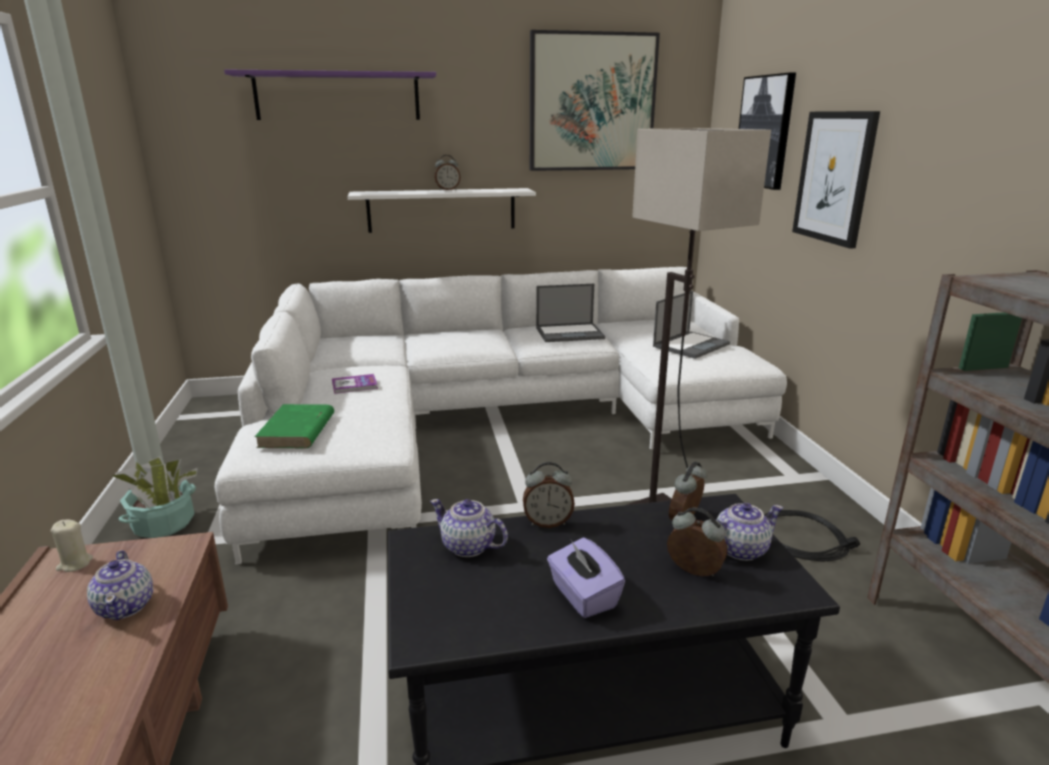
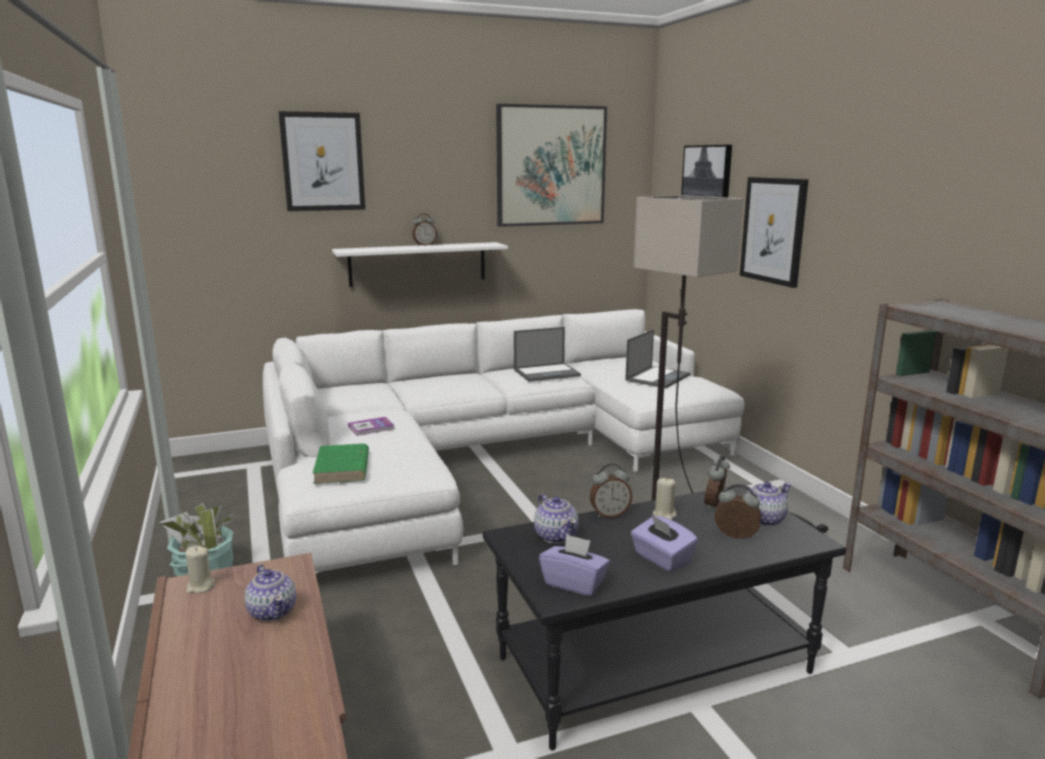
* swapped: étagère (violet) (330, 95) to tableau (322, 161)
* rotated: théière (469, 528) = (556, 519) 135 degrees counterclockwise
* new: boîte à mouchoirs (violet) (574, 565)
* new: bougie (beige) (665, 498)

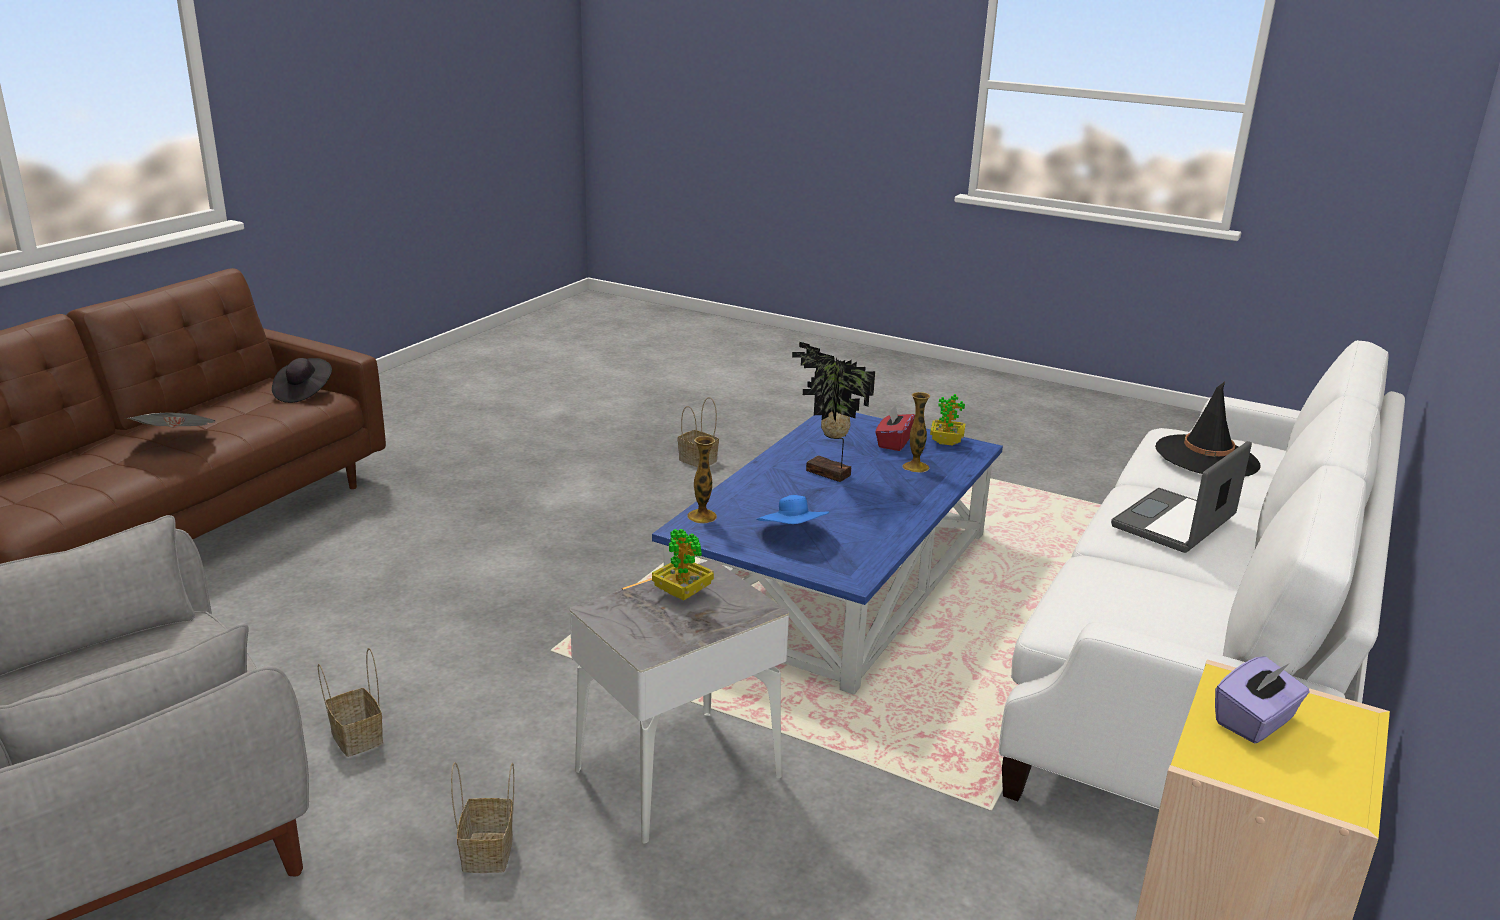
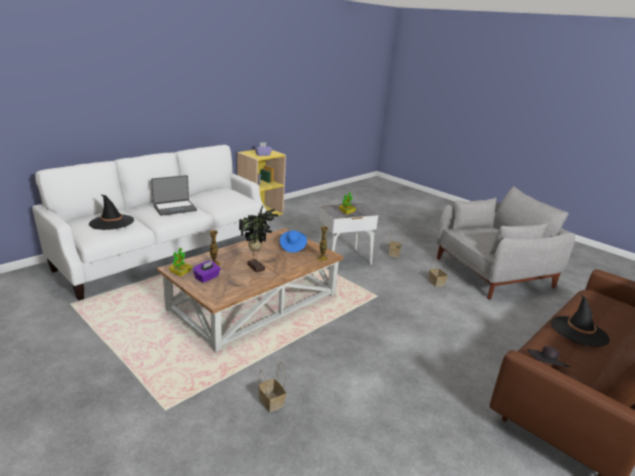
* repainted: table basse (bleu) (827, 554) to table basse (marron) (250, 290)
* repainted: boîte à mouchoirs (rouge) (895, 428) to boîte à mouchoirs (violet) (207, 272)
* swapped: journal (170, 420) to chapeau (noir) (580, 320)

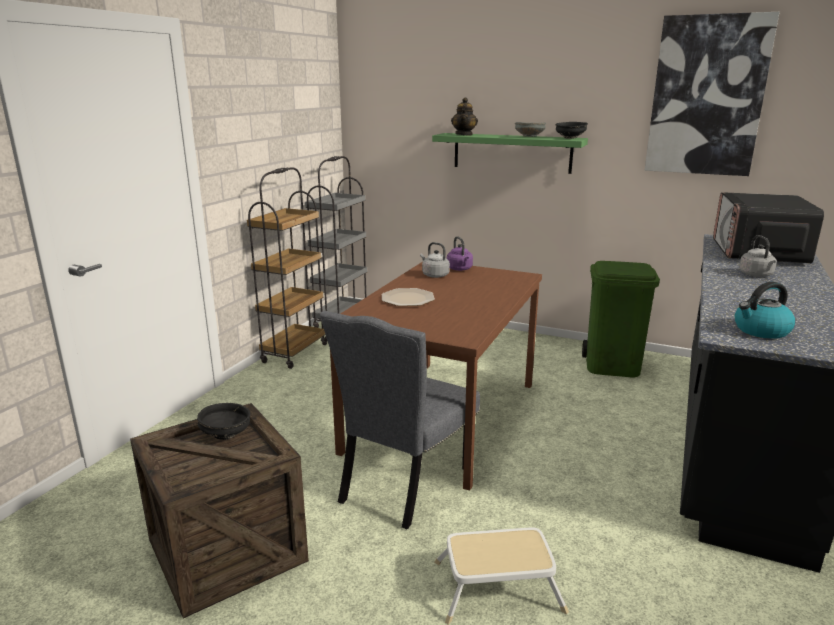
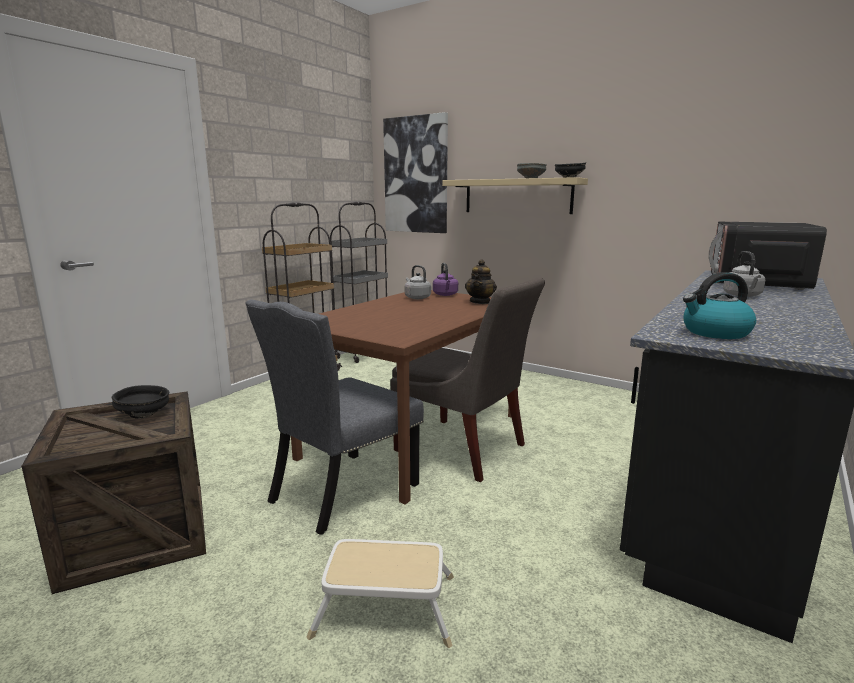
* shifted: tableau (712, 94) to (415, 172)
* new: chaise (gris) (468, 379)
* repainted: étagère (vert) (510, 153) to étagère (beige) (515, 195)
* shifted: théière (464, 116) to (481, 281)
* gone: assiette (408, 297)
* gone: poubelle (vert) (621, 319)

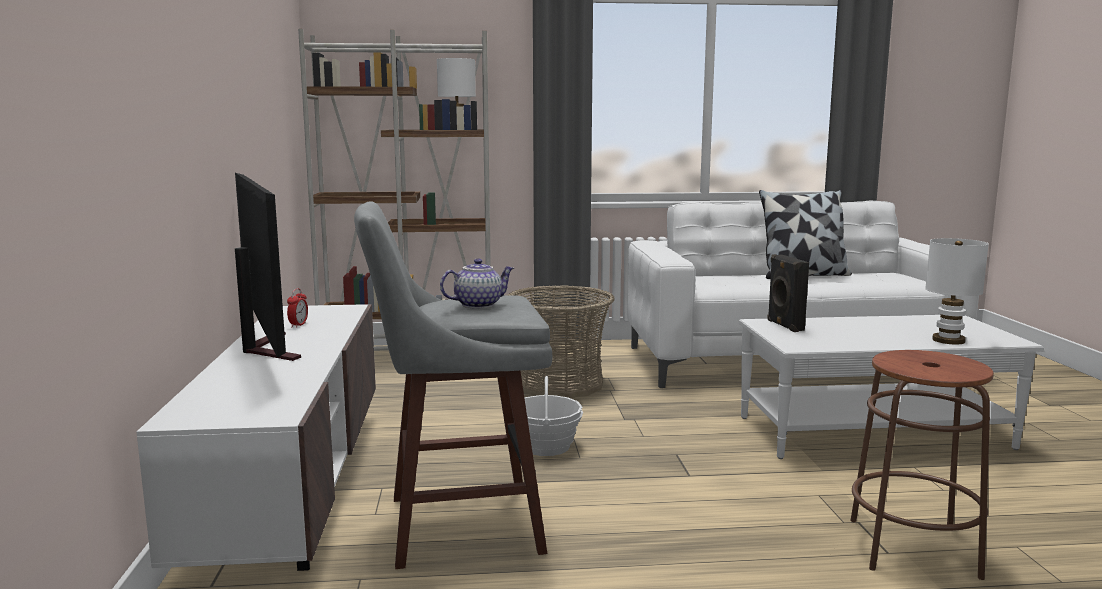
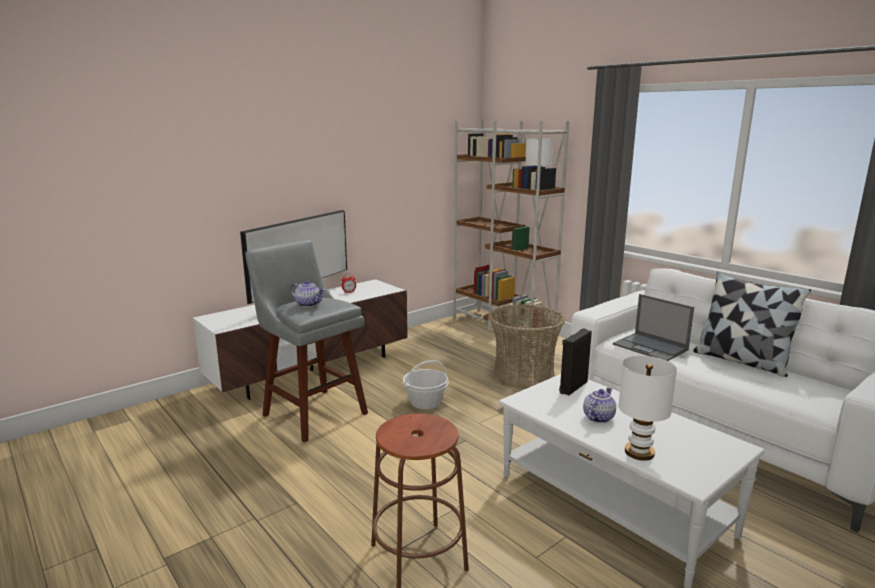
* new: théière (599, 405)
* new: ordinateur portable (653, 327)

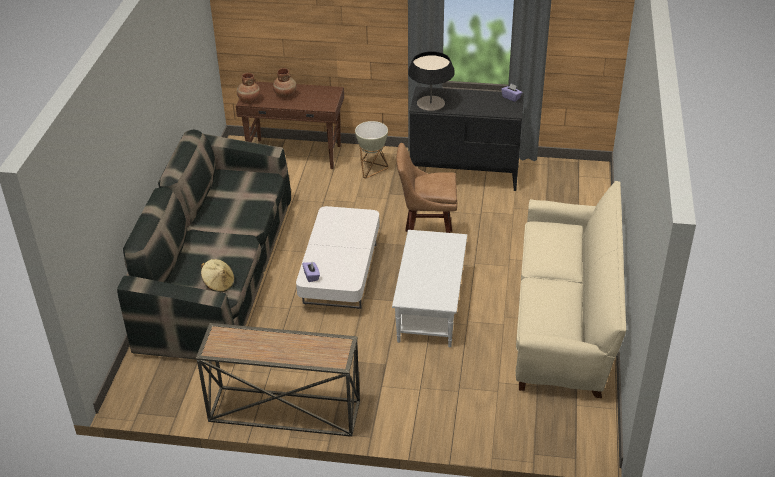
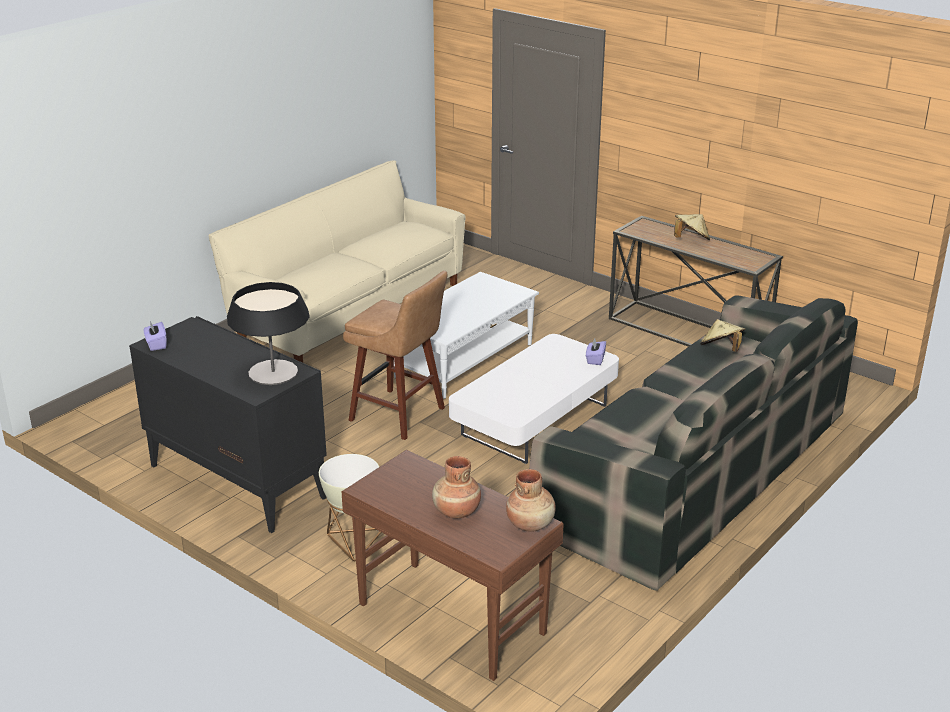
* new: chapeau (beige) (692, 227)

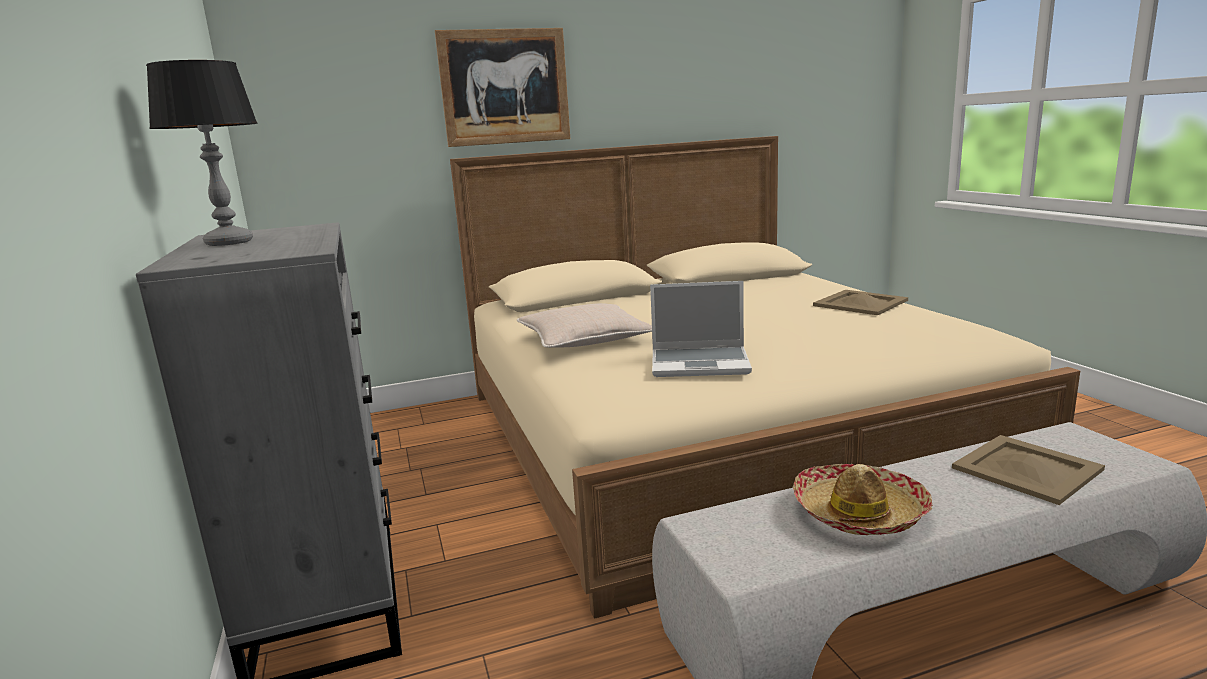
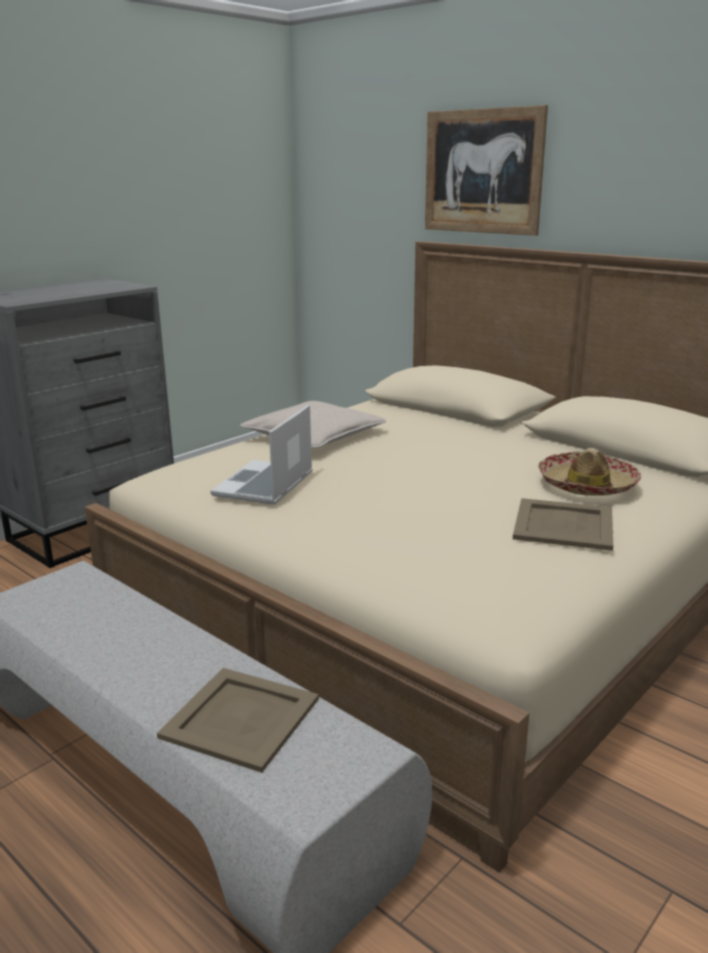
* rotated: ordinateur portable (701, 329) = (261, 455) 45 degrees clockwise
* shifted: chapeau (863, 499) to (589, 472)
* gone: lampe de table (202, 153)

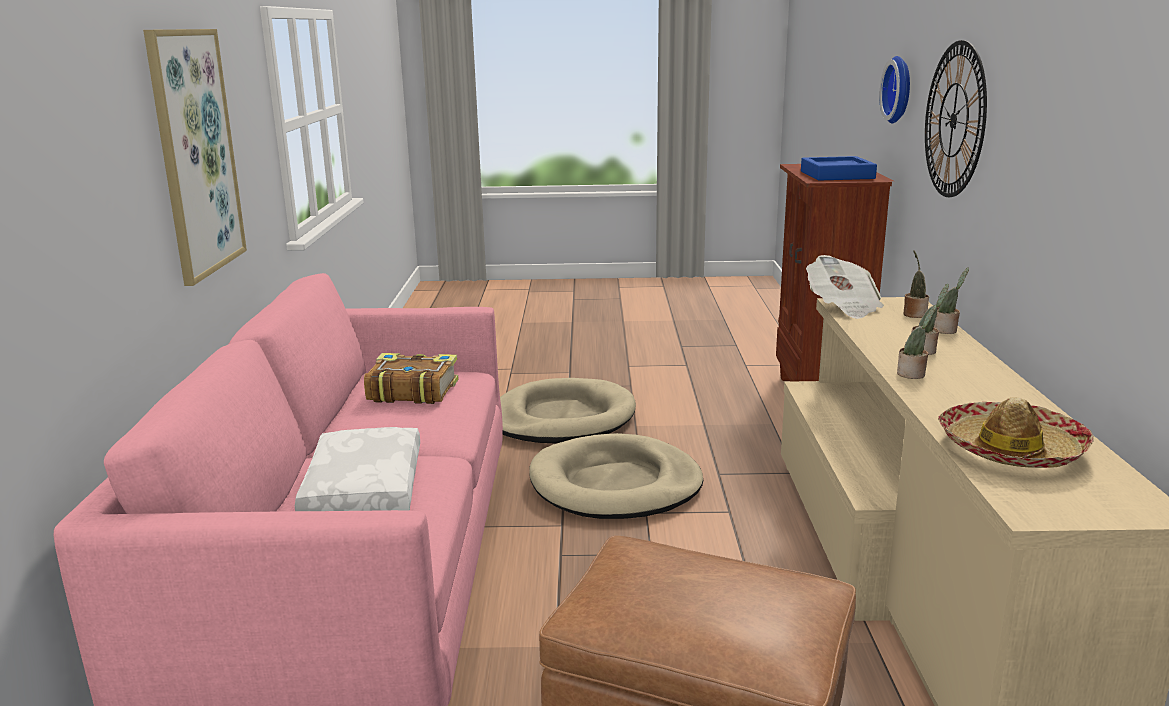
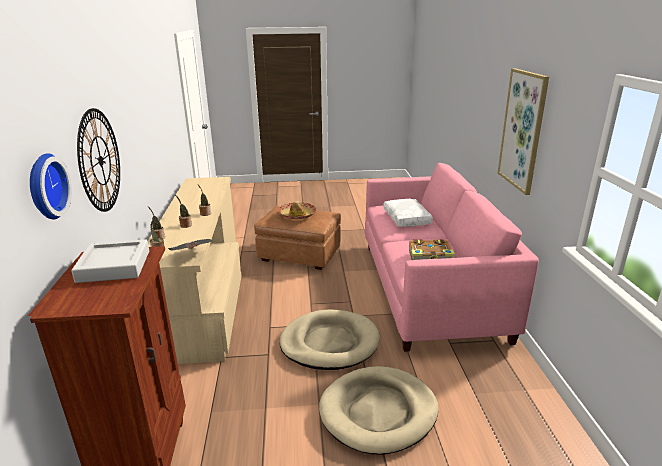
* repainted: plateau (bleu) (839, 168) to plateau (gris) (110, 261)
* shifted: chapeau (1016, 433) to (297, 210)

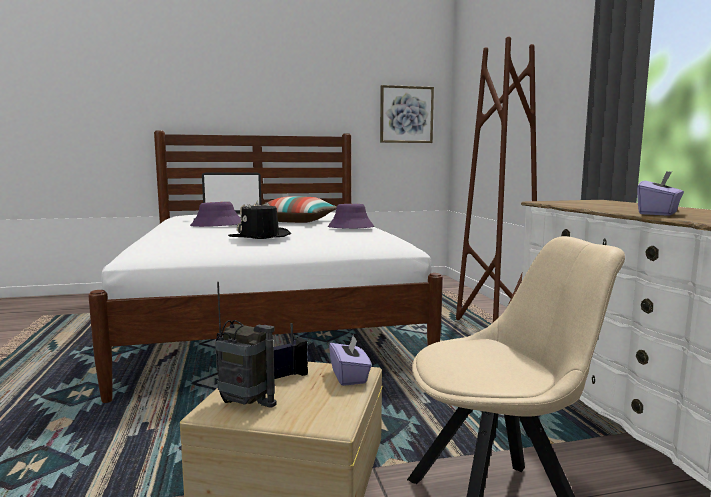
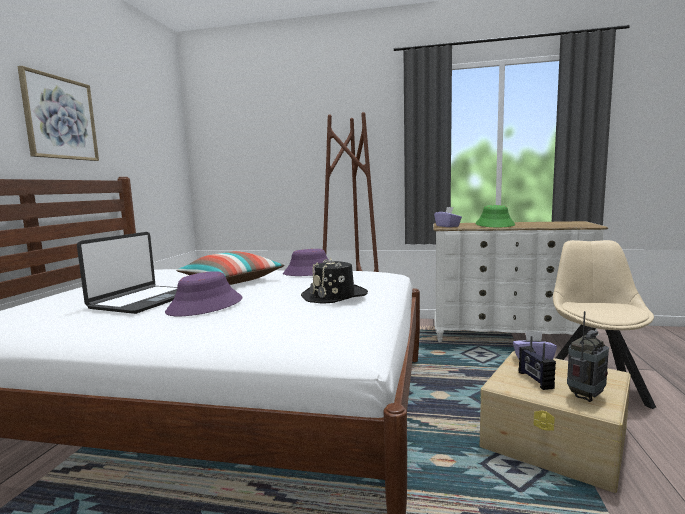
* shifted: tableau (407, 114) to (58, 113)
* shifted: boîte à mouchoirs (violet) (660, 193) to (448, 217)
* new: chapeau (vert) (495, 216)

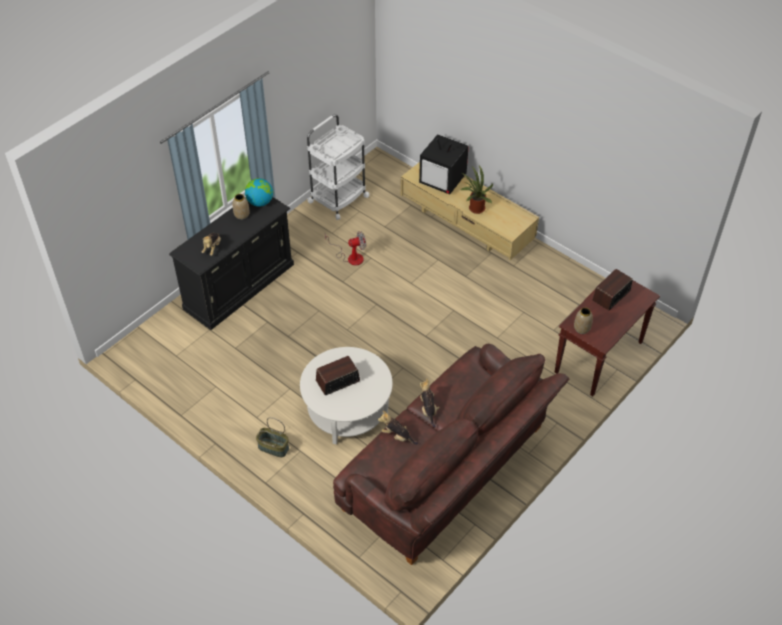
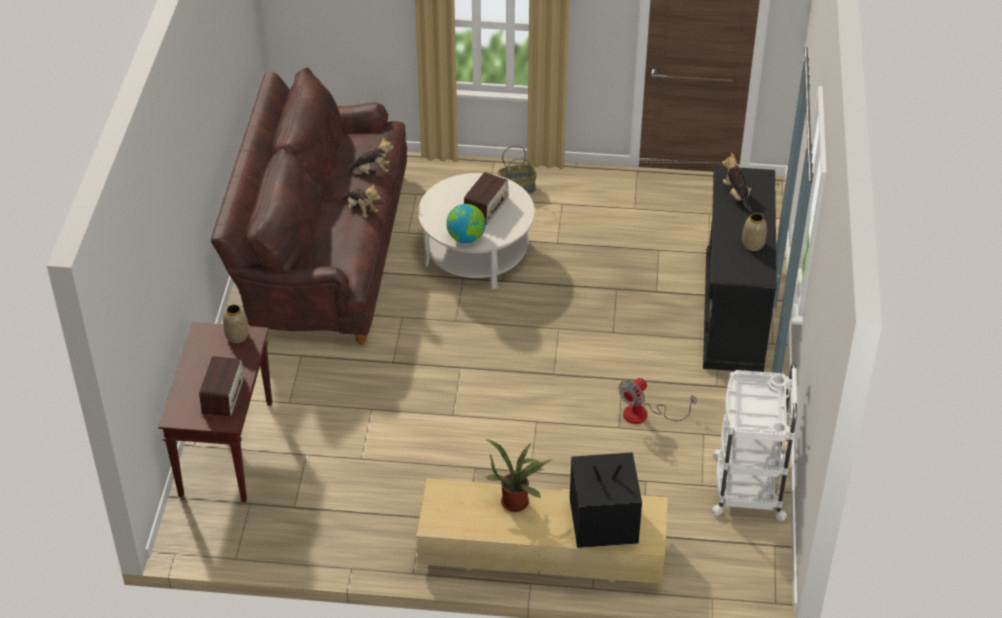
* shifted: globe (259, 192) to (466, 223)

